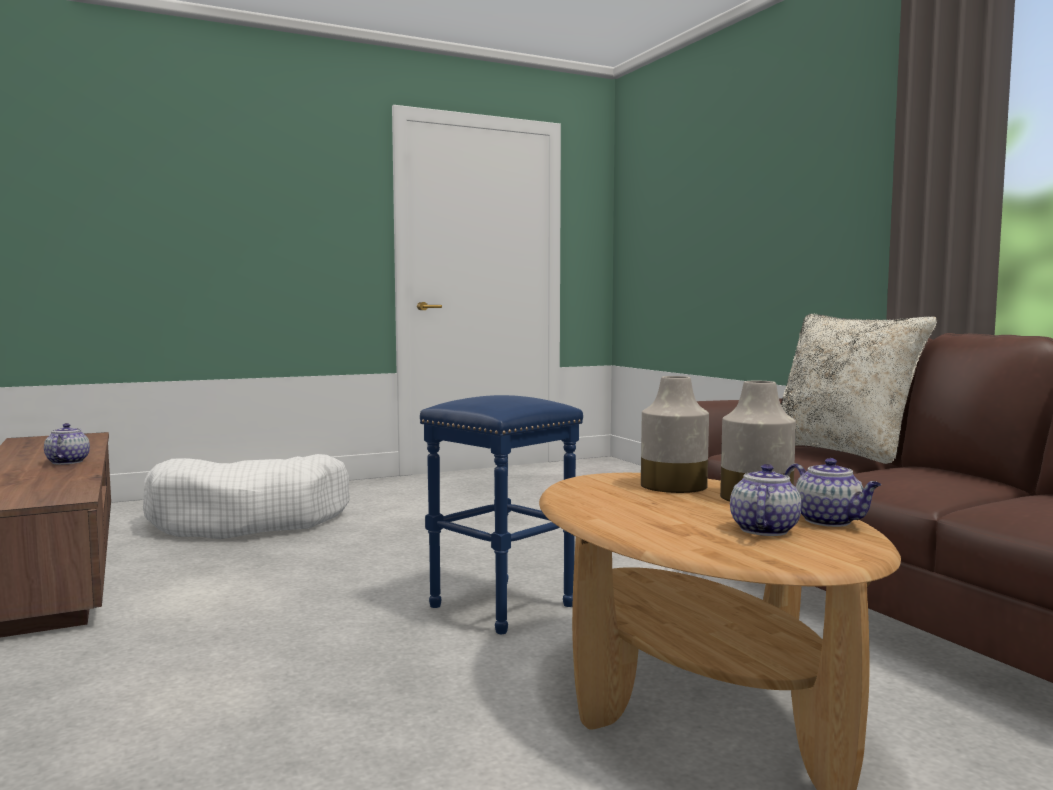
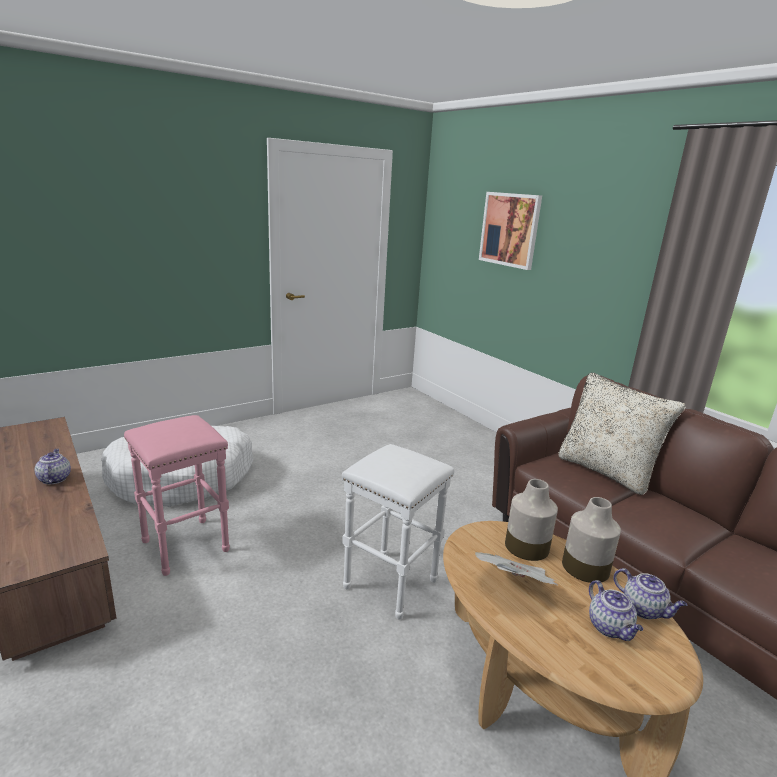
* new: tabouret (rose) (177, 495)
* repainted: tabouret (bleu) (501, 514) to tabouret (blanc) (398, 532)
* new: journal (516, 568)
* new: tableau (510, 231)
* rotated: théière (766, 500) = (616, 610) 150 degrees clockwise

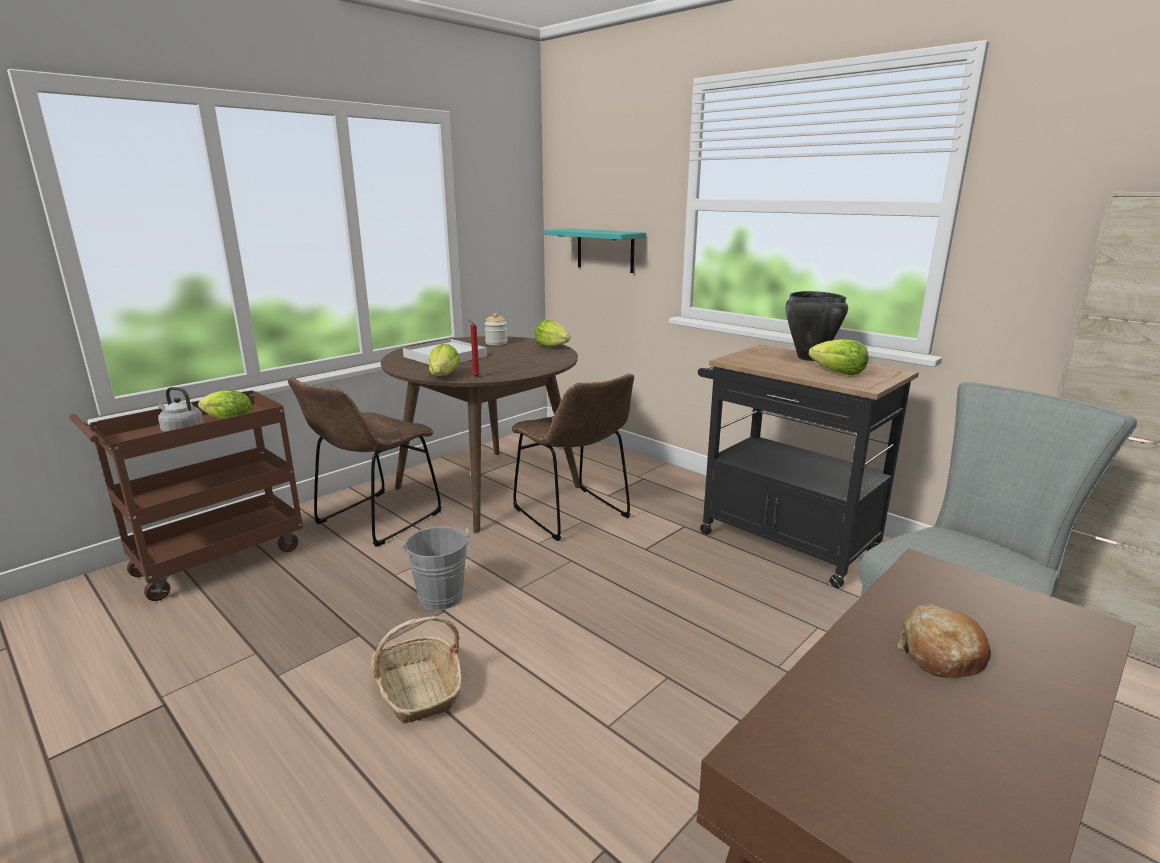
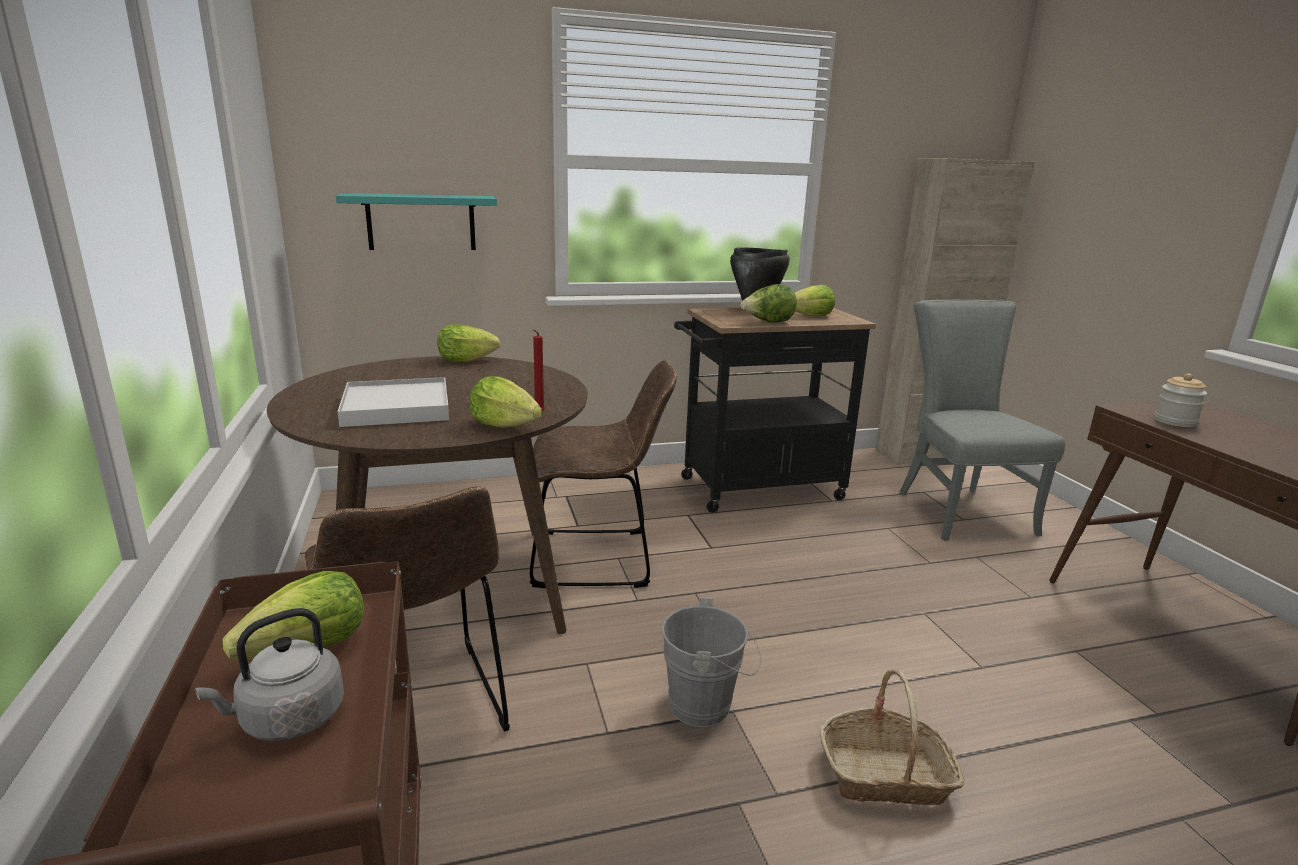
* new: laitue (768, 303)
* shifted: bocal (495, 329) to (1180, 400)
* gone: pain (944, 641)

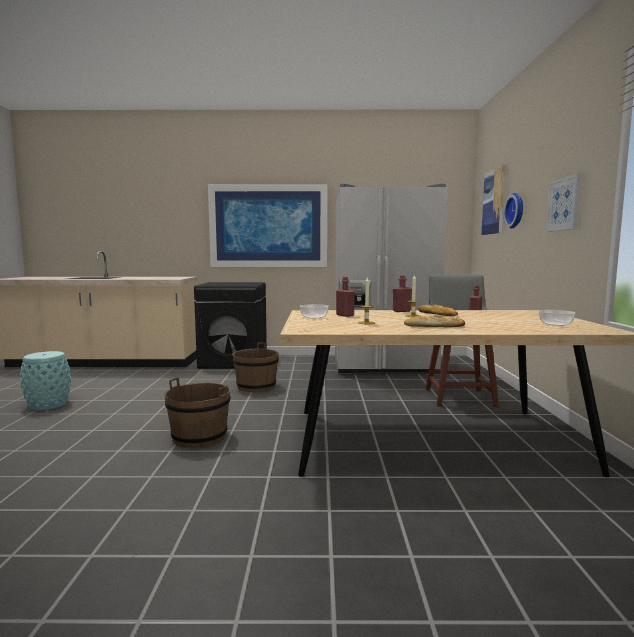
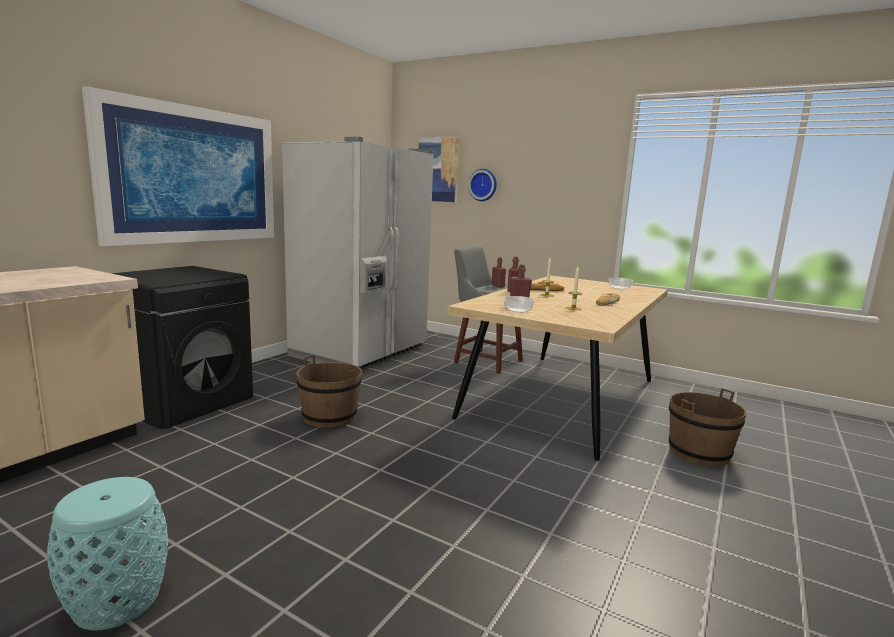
* shifted: seau (marron) (198, 413) to (708, 427)
* gone: tableau (564, 202)

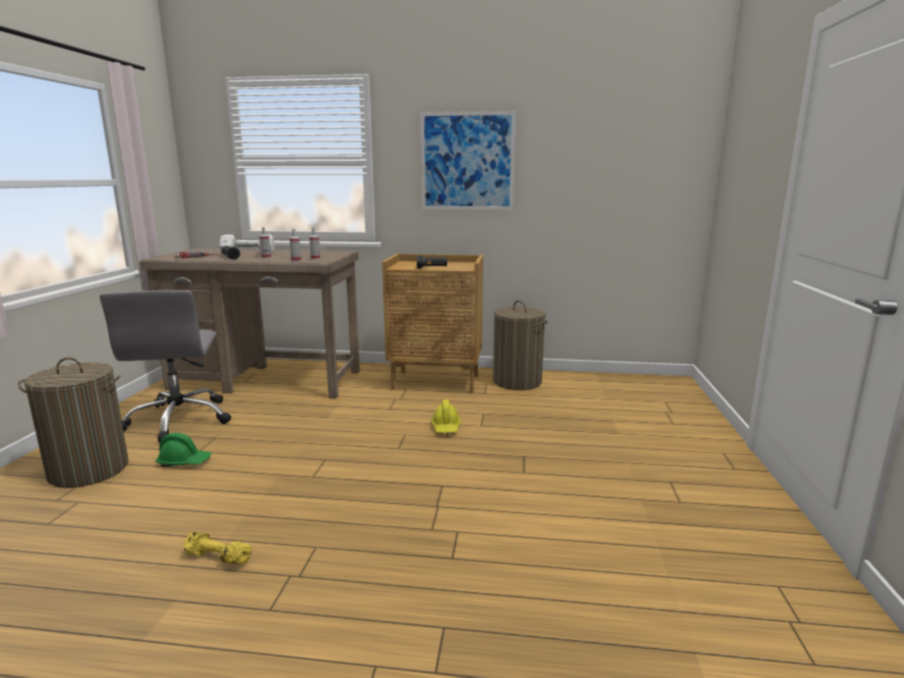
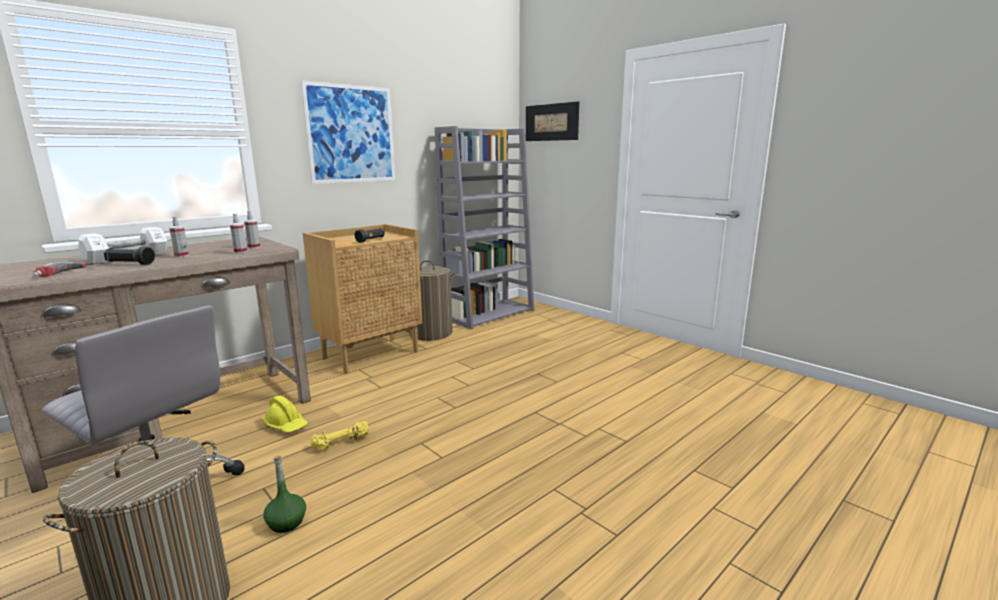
* shifted: casque de chantier (jaune) (446, 416) to (285, 414)
* swapped: casque de chantier (vert) (183, 450) to bouteille (vert) (284, 494)
* shifted: haltère (jaune) (217, 548) to (339, 435)
* new: bibliothèque (gris) (484, 227)
* new: tableau (553, 121)

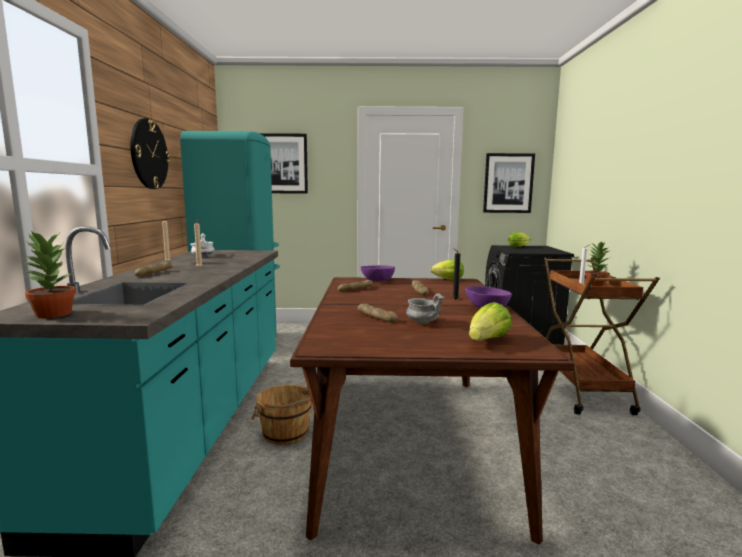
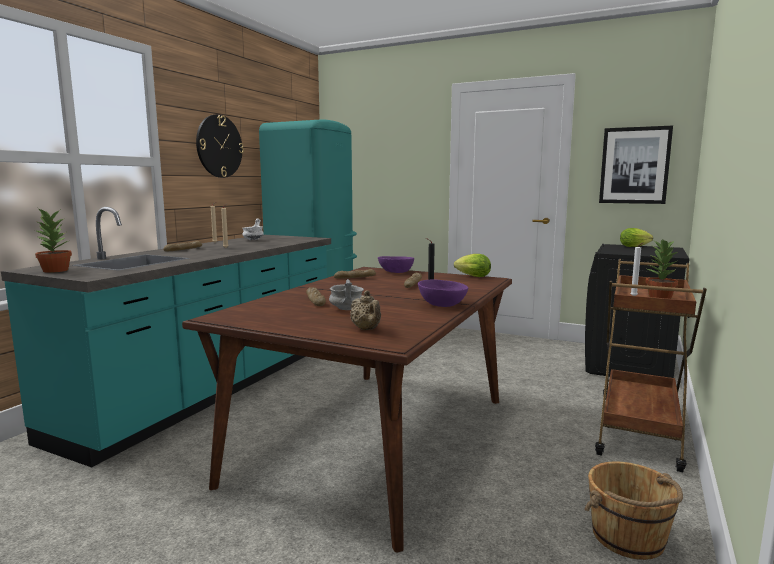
* swapped: laitue (490, 321) to théière (beige) (365, 310)
* shifted: seau (marron) (281, 415) to (634, 510)
* gone: tableau (284, 163)

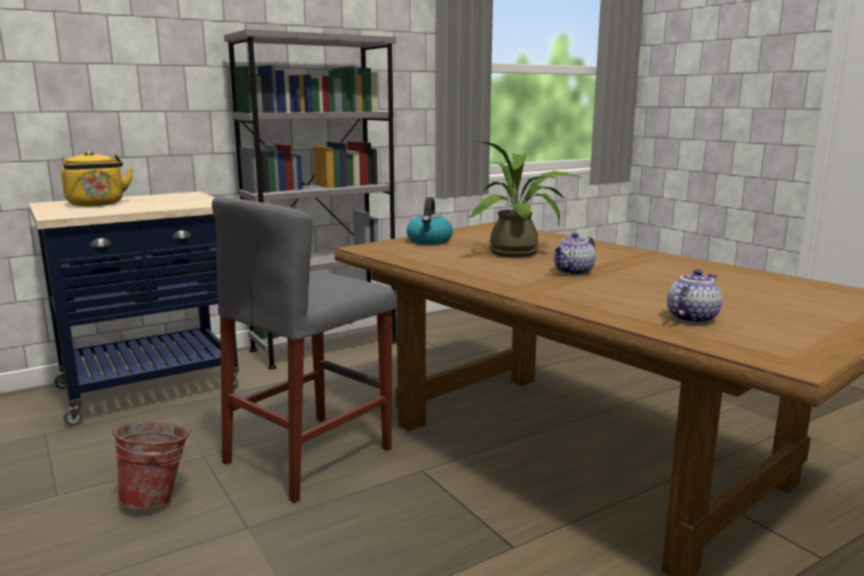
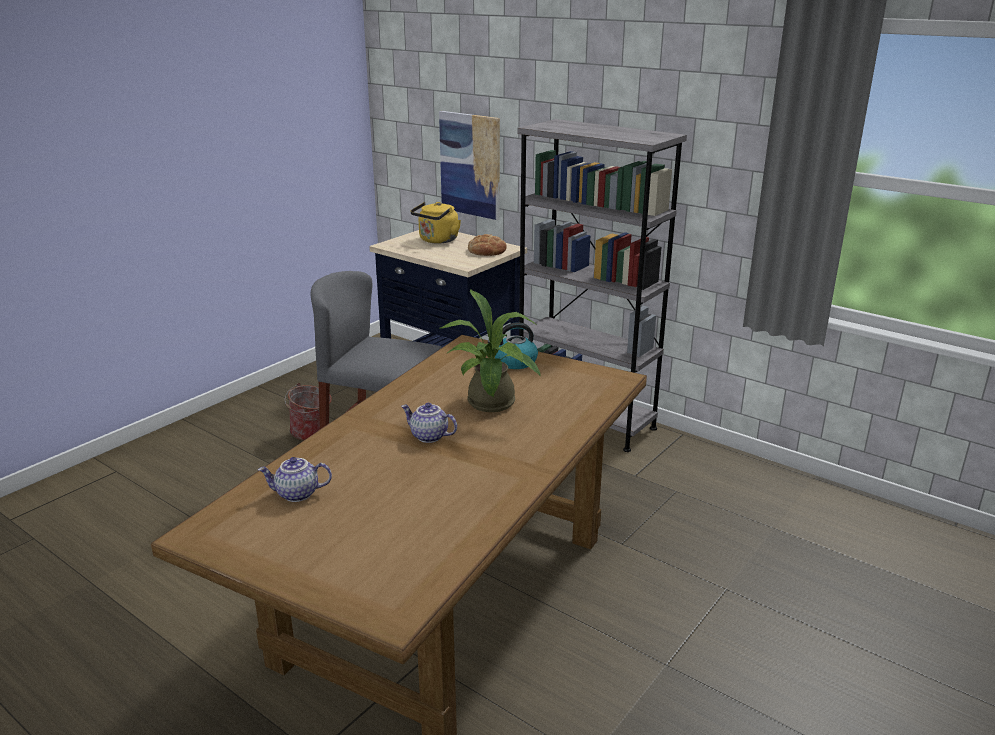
* rotated: théière (694, 296) = (295, 479) 150 degrees clockwise
* new: tableau (469, 165)
* new: pain (487, 245)

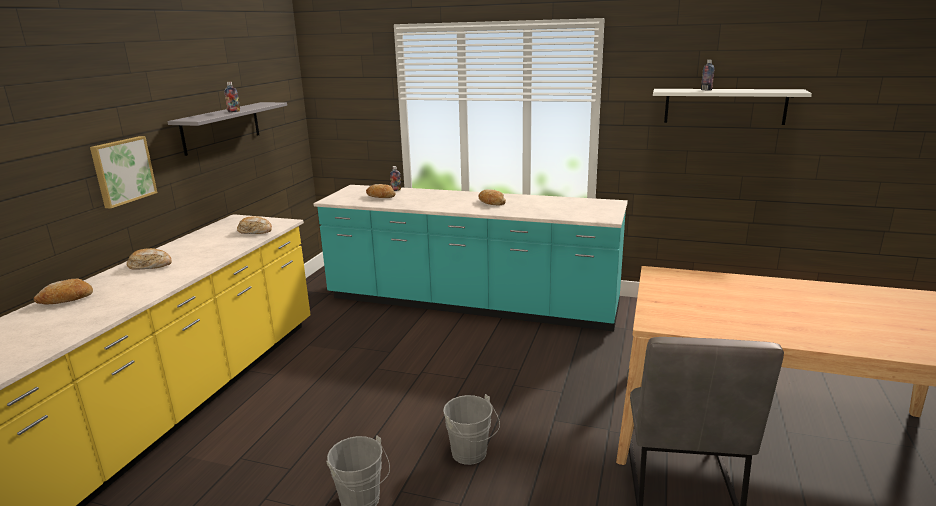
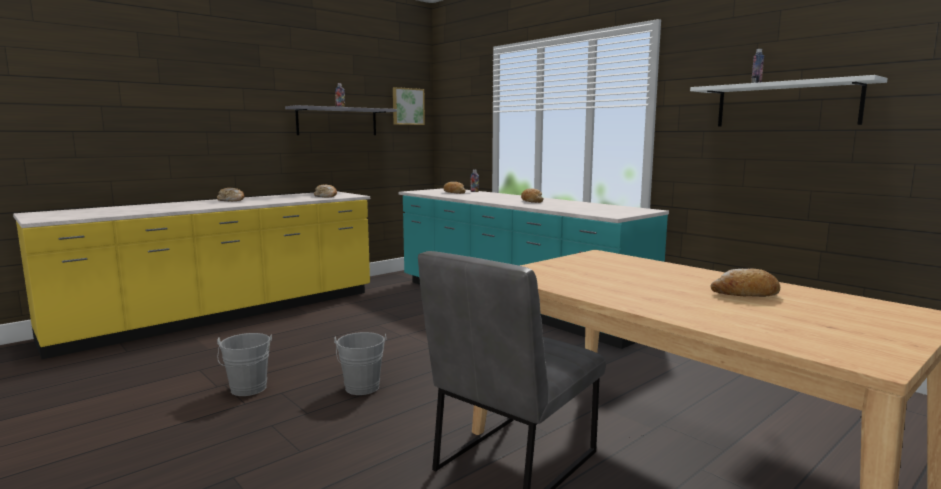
* shifted: tableau (124, 172) to (409, 106)
* shifted: pain (63, 292) to (745, 283)

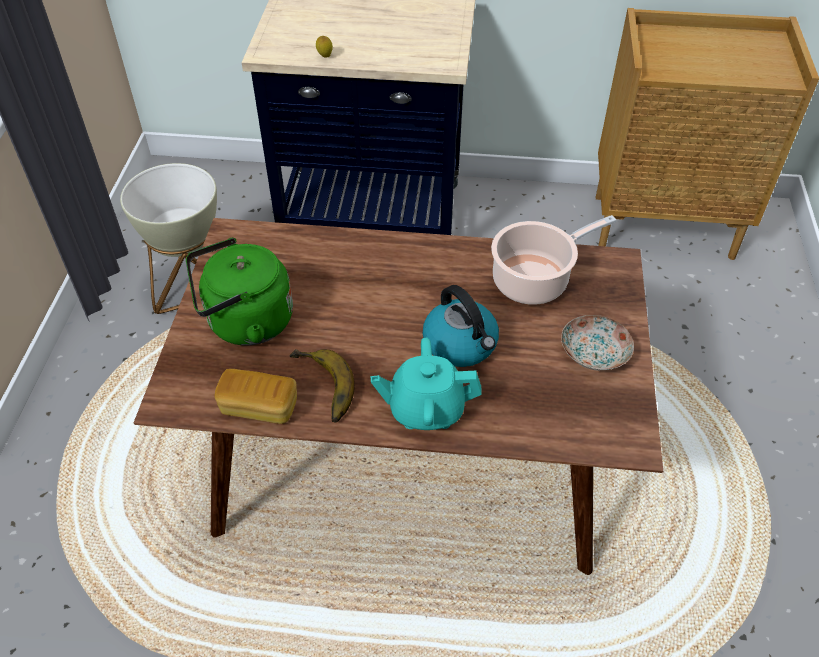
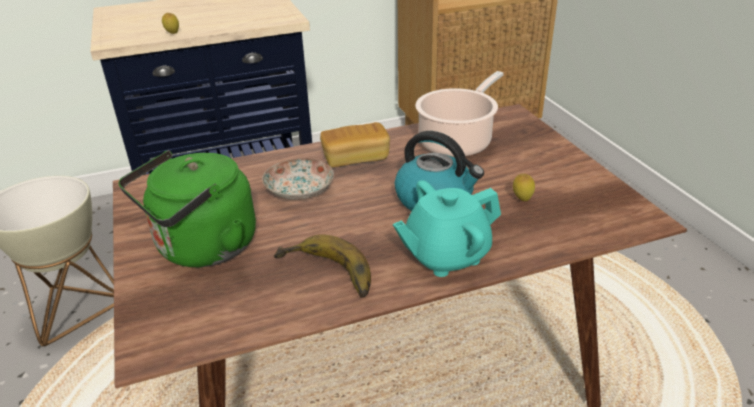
* shifted: assiette (597, 343) to (298, 179)
* shifted: pain (256, 396) to (355, 144)
* new: citron (524, 187)

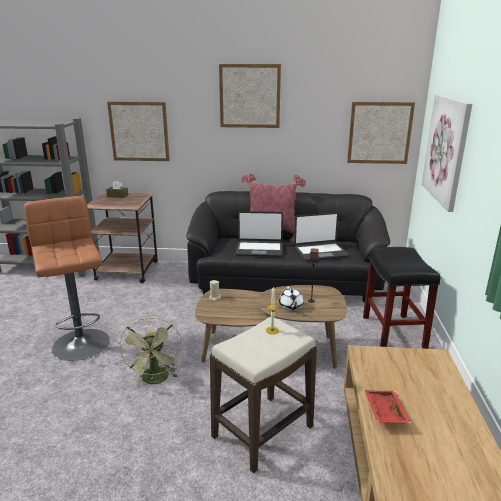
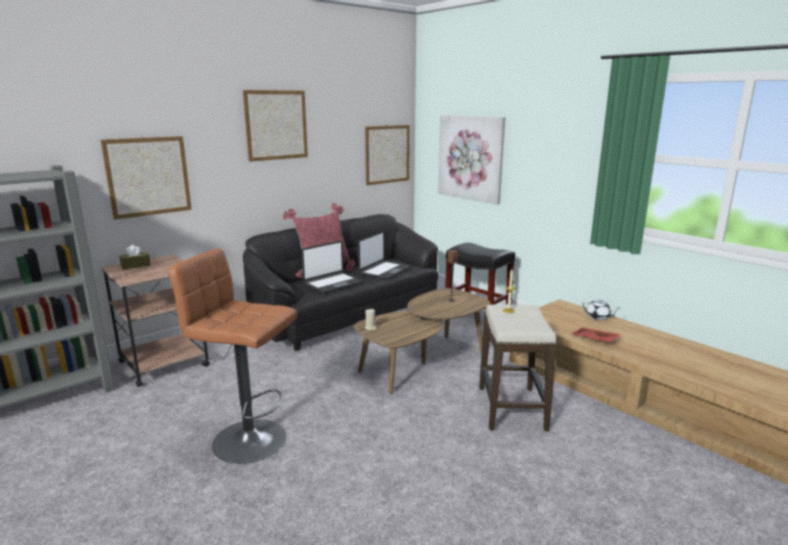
* shifted: théière (blanc) (291, 298) to (600, 310)
* gone: ventilateur (vert) (151, 351)

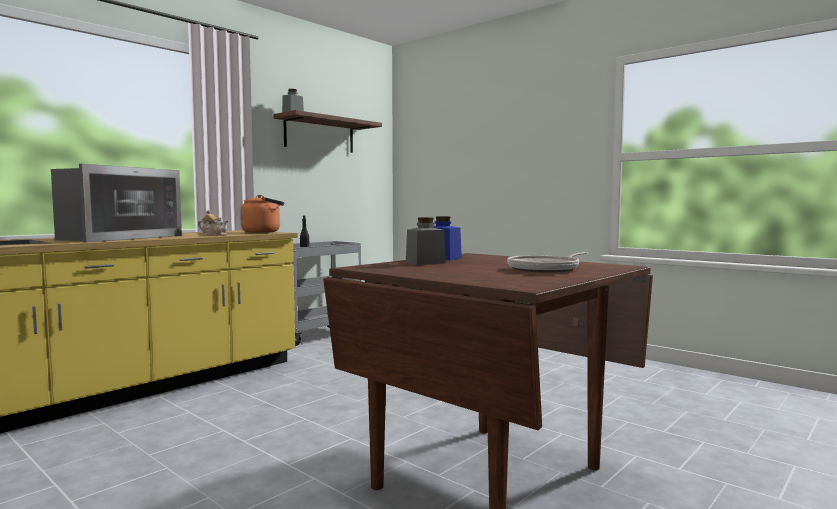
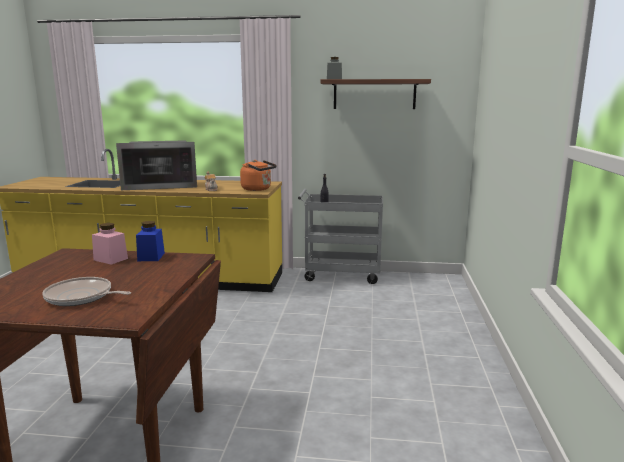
* repainted: bocal (gris) (426, 241) to bocal (rose) (110, 244)

